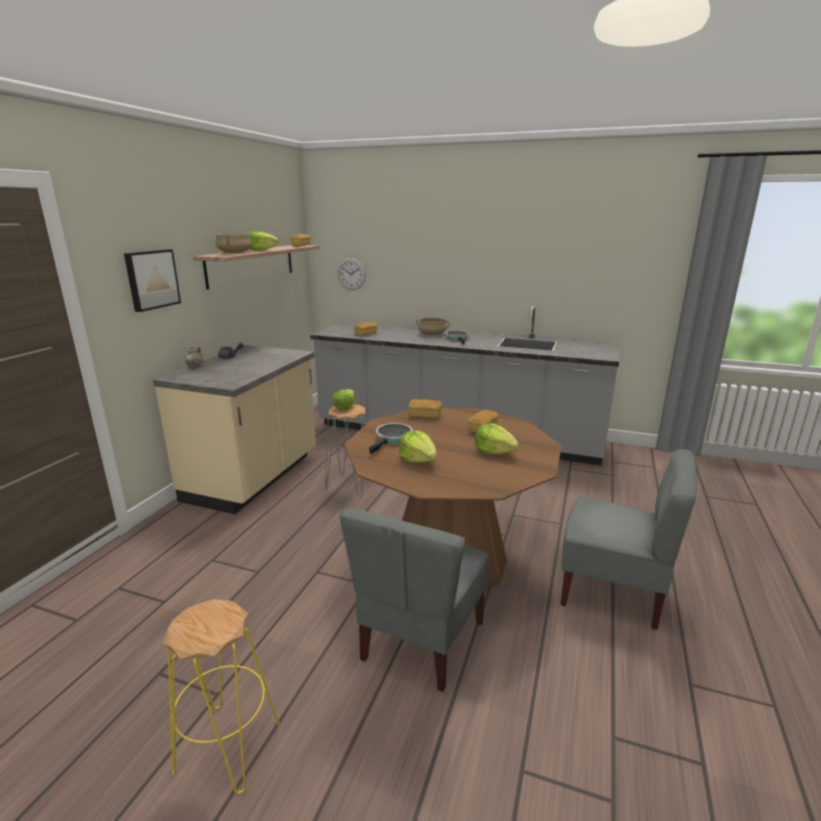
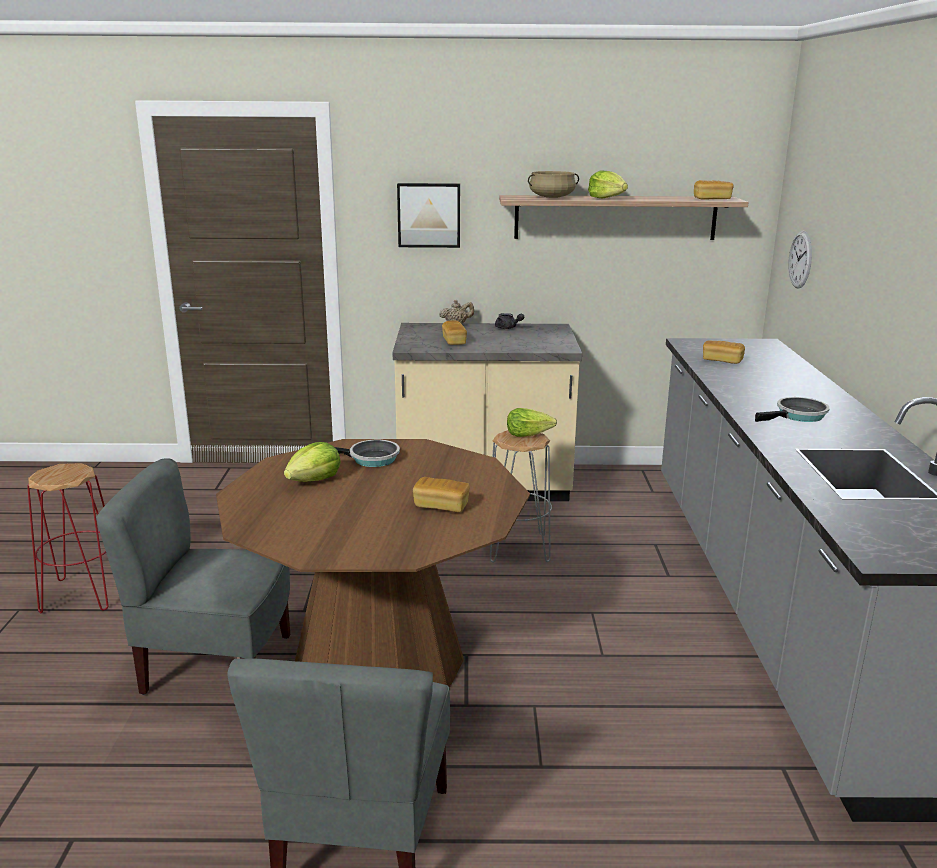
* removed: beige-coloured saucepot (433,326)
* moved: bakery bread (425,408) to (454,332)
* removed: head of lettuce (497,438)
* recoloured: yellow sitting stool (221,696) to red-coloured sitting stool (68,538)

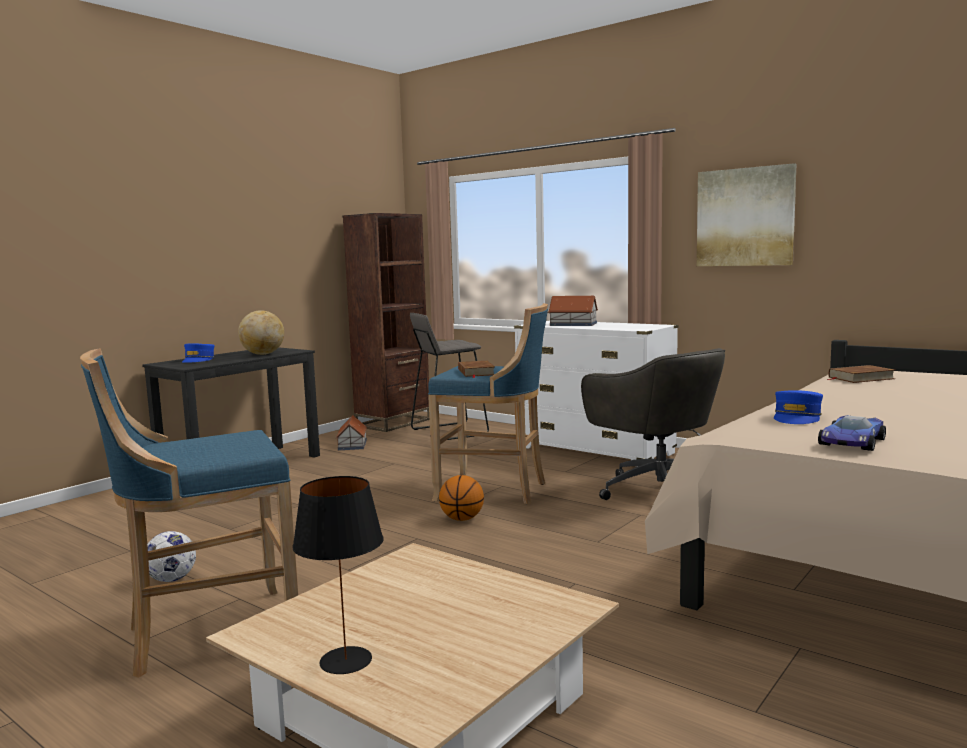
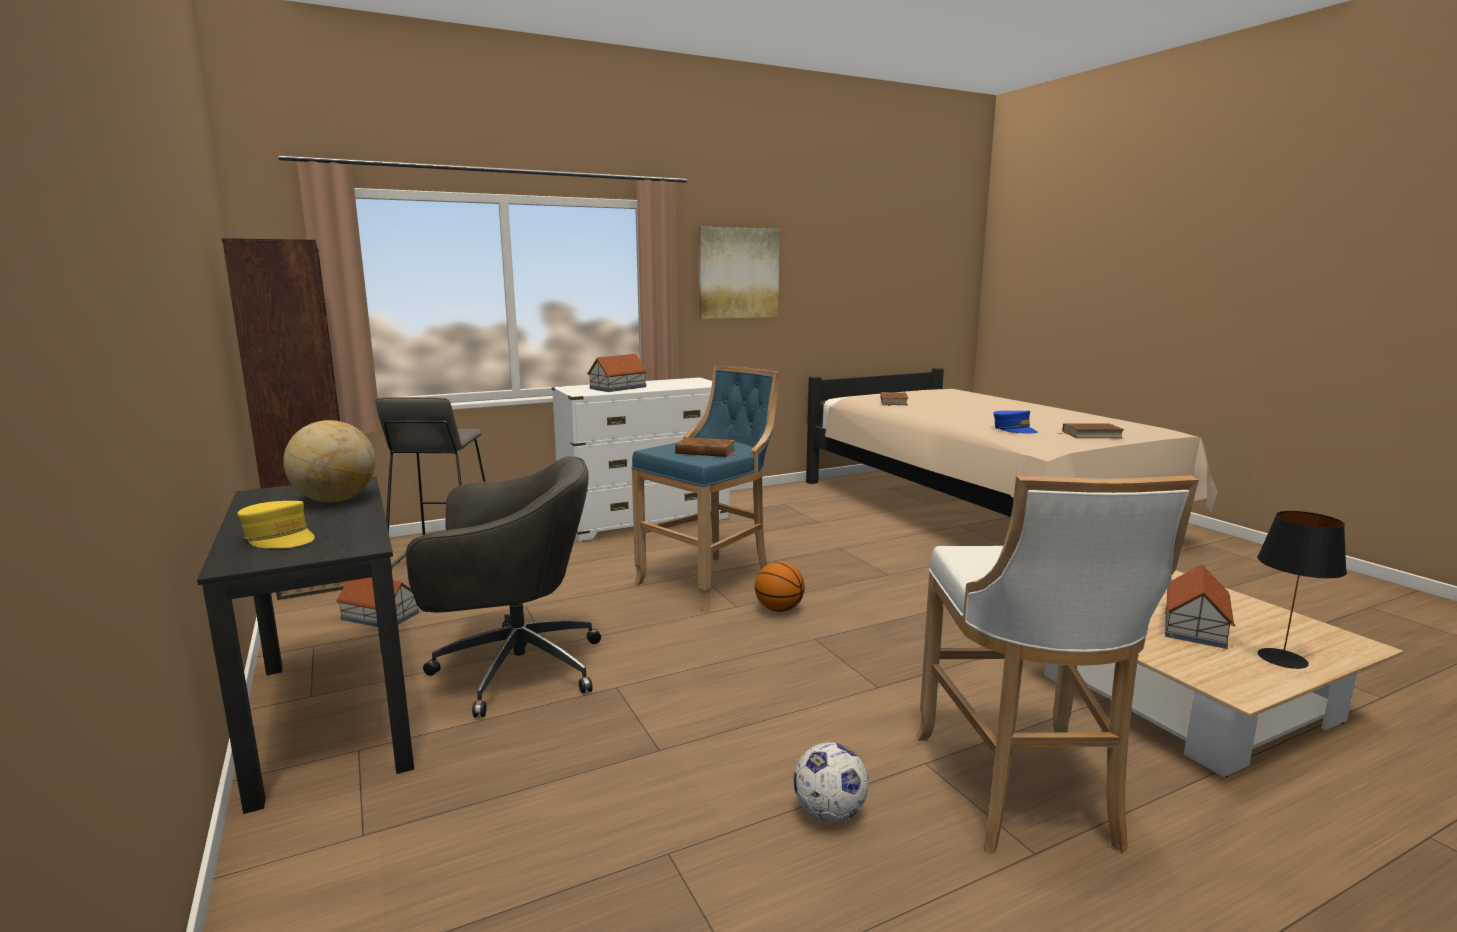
* recoloured: bluish baseball cap (198,353) to yellow baseball cap (276,524)
* recoloured: bluish sitting stool (189,513) to whitish sitting stool (1057,664)
* moved: greyish office chair (653,424) to (503,587)
* replaced: model car (852,433) to brown bound book (1091,430)
* added: model house (1200,606)

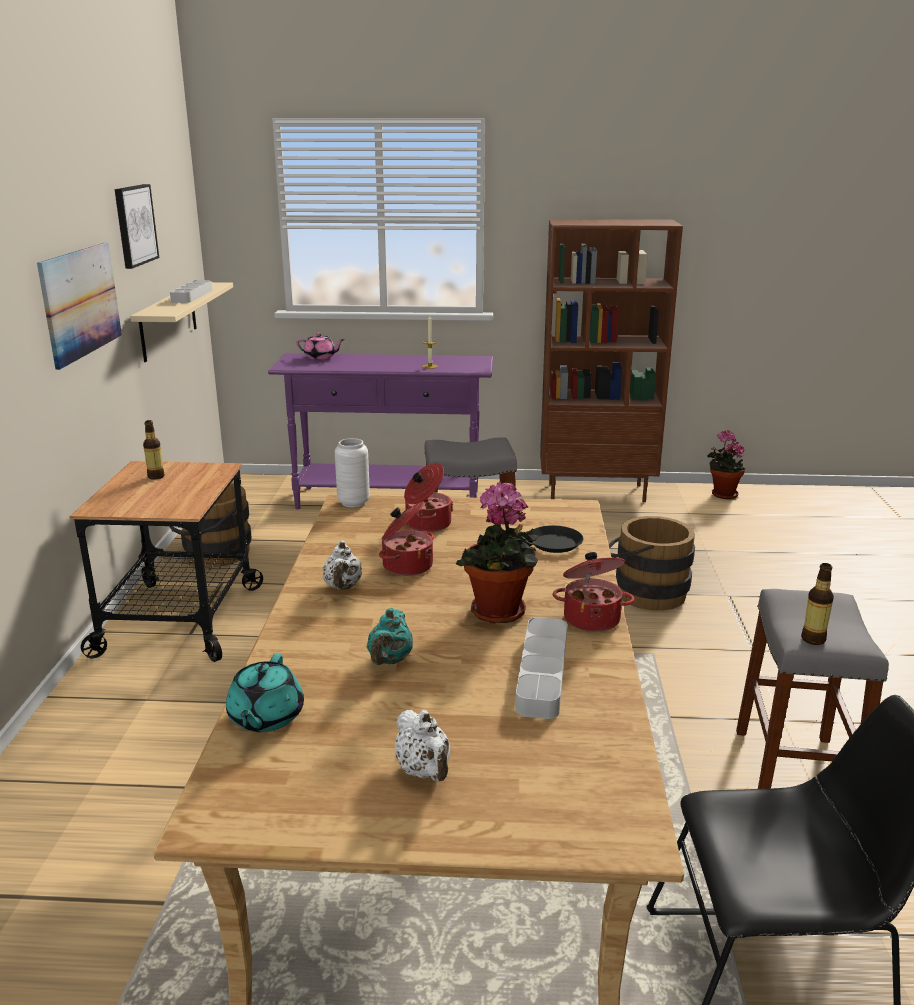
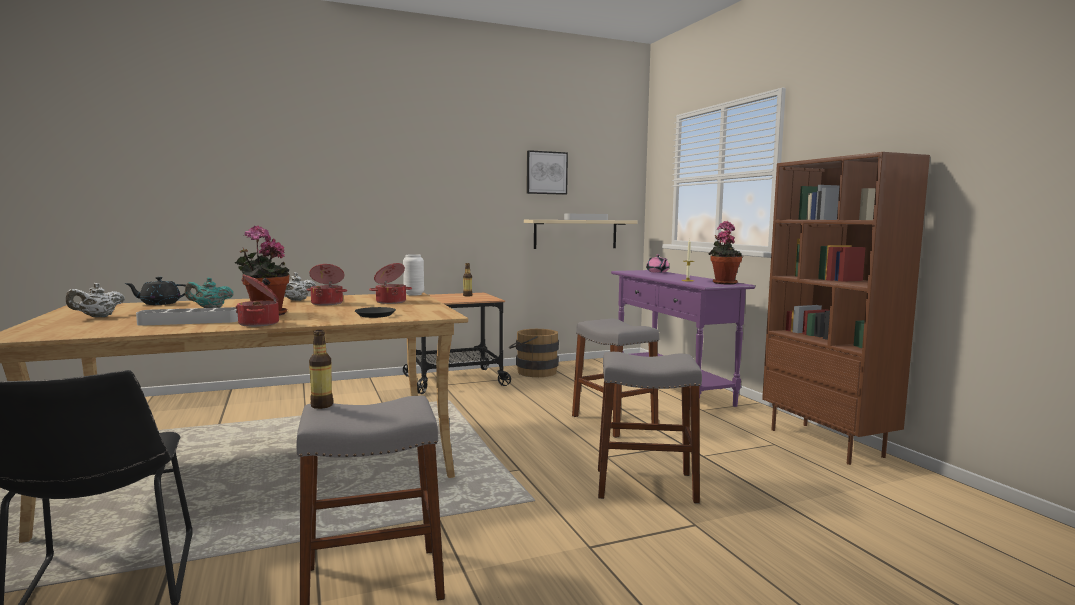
* removed: wall picture (79,306)
* moved: houseplant (725,464) to (725,252)
* replaced: brown bucket (652,563) to greyish sitting stool (650,428)
* recoloured: turquoise teapot (265,692) to black teapot (155,291)

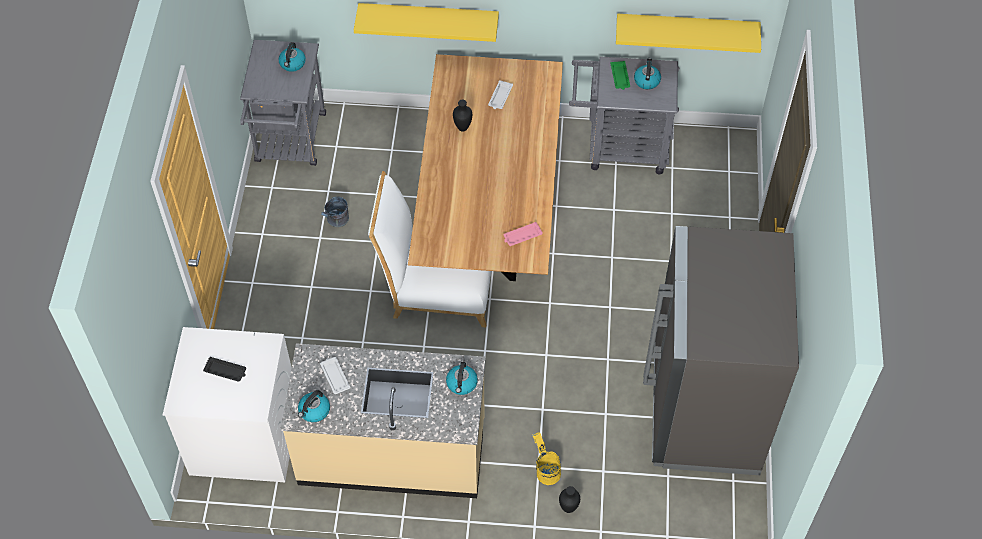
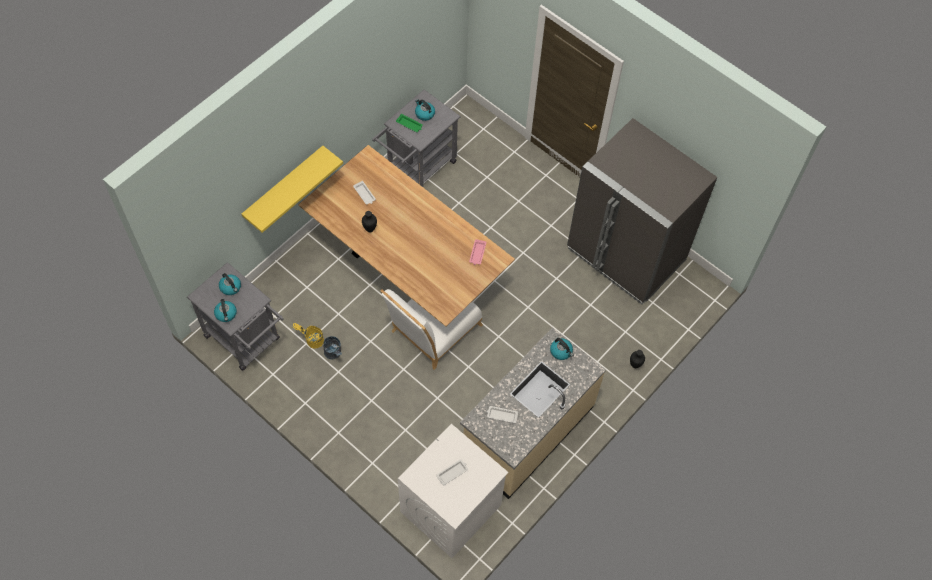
* removed: yellow wall shelf (688,33)
* recoloured: black serving tray (224,369) to whitish serving tray (452,472)
* moved: kettle (314,406) to (225,310)
* moved: yellow bucket (546,458) to (308,336)

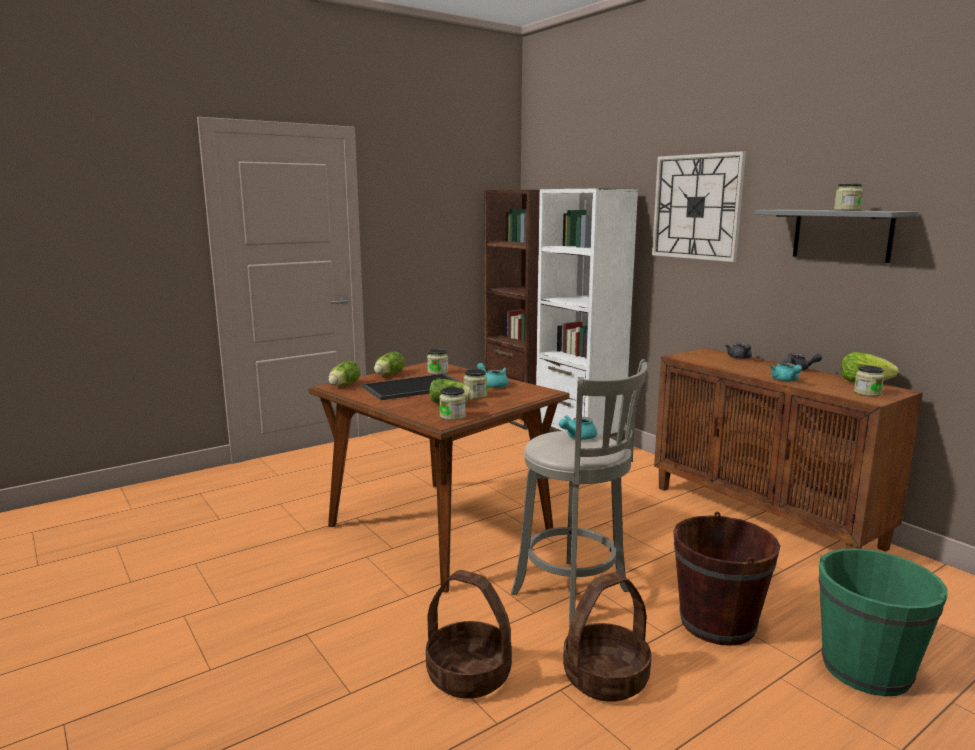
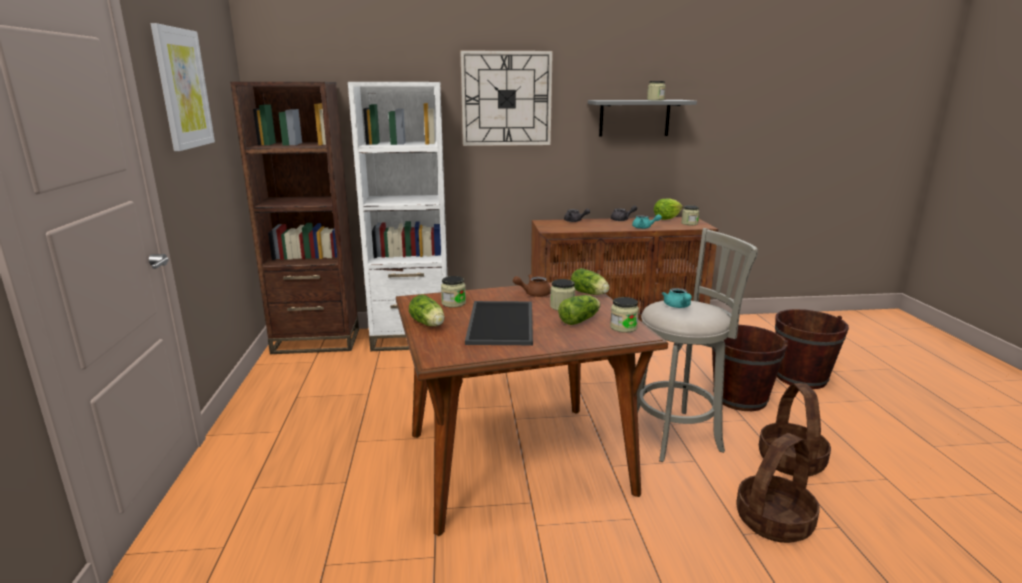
* moved: head of lettuce (344,373) to (590,281)
* recoloured: turquoise teapot (493,375) to brown teapot (532,285)
* recoloured: green-coloured bucket (883,622) to brown bucket (812,349)
* added: wall picture (183,87)

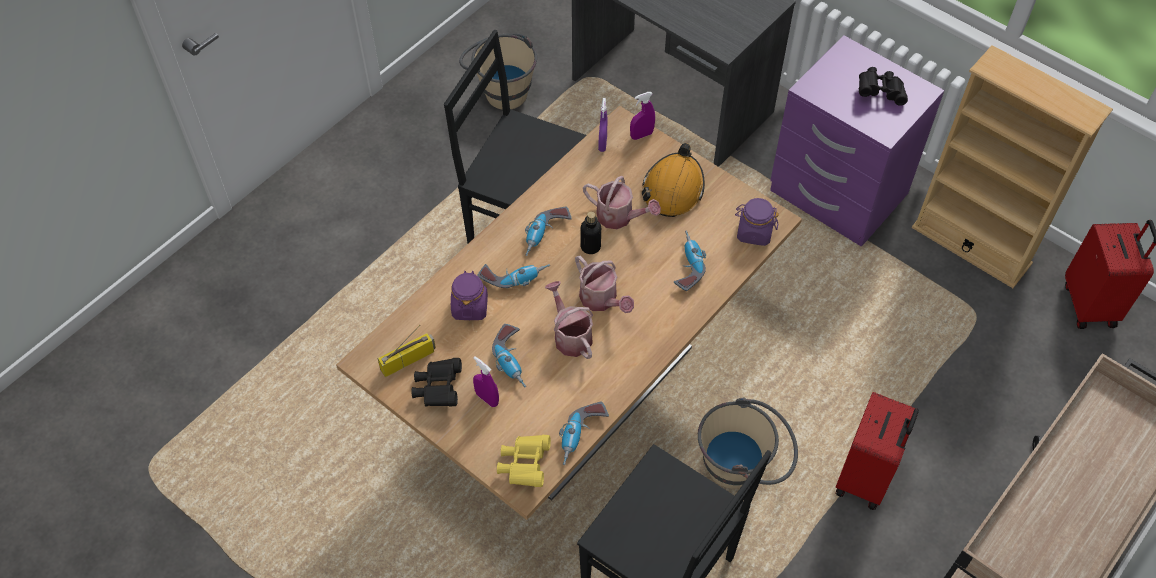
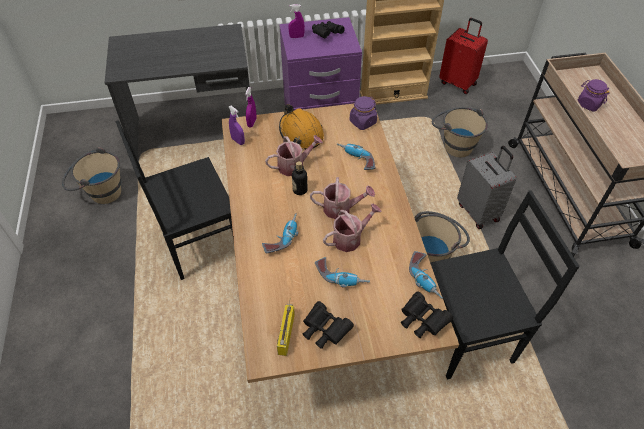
* removed: drill (548,231)
* moved: purple jar (469,295) to (593,95)
* turned: watering pot (569,320) = (352,228) 135 degrees clockwise
* moved: purple spray bottle (486,381) to (296,21)
* recoloured: red-coloured suitcase (877,451) to greyish suitcase (486,187)
* recoloured: yellow binoculars (524,461) to black binoculars (427,314)
* added: beige-coloured bucket (460,132)

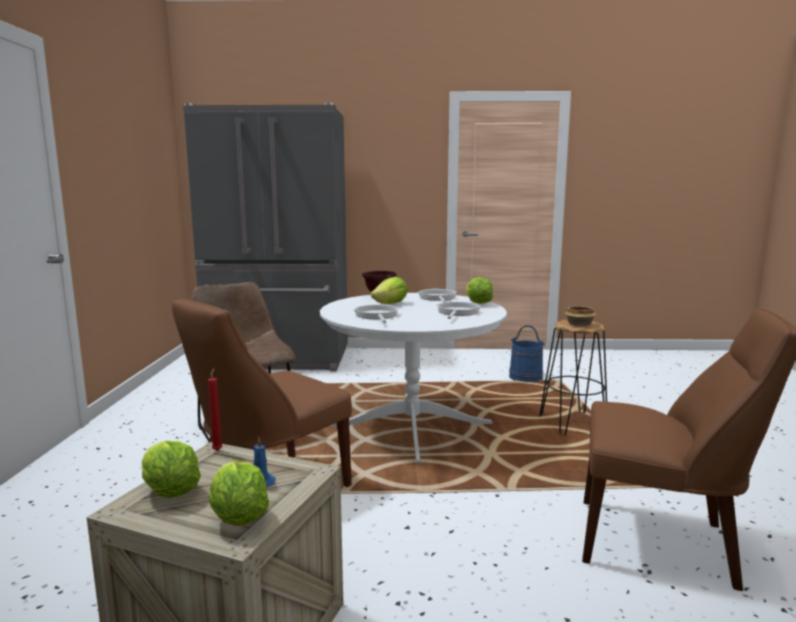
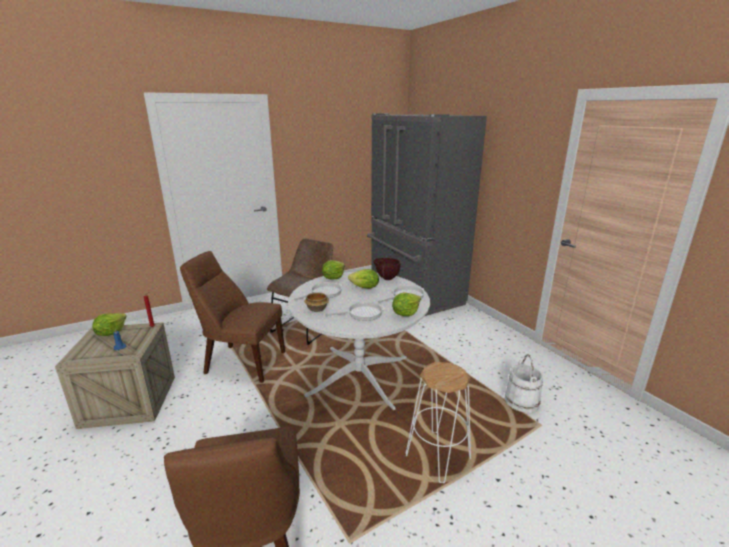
* moved: deep dish (580,316) to (316,302)
* recoloured: black sitting stool (573,377) to whitish sitting stool (438,422)
* recoloured: bluish bucket (527,353) to whitish bucket (524,384)
* moved: head of lettuce (239,493) to (333,270)

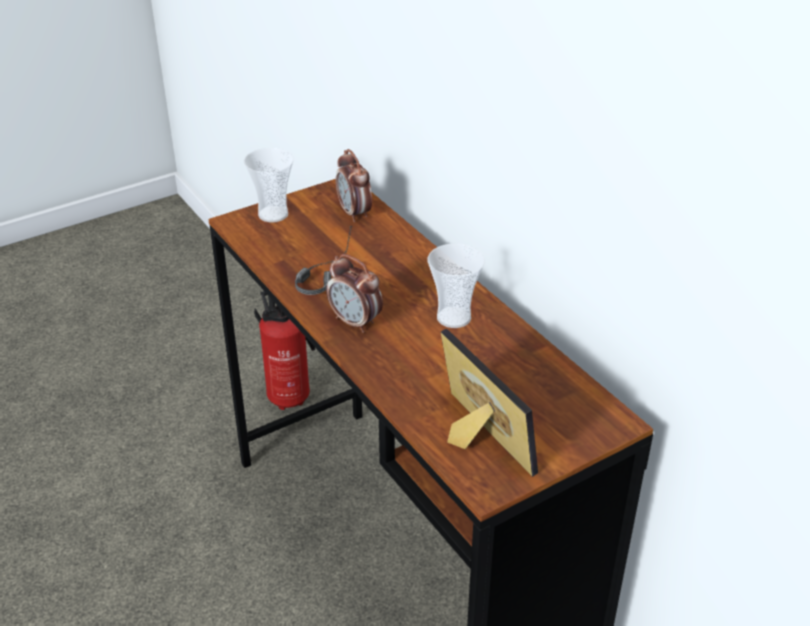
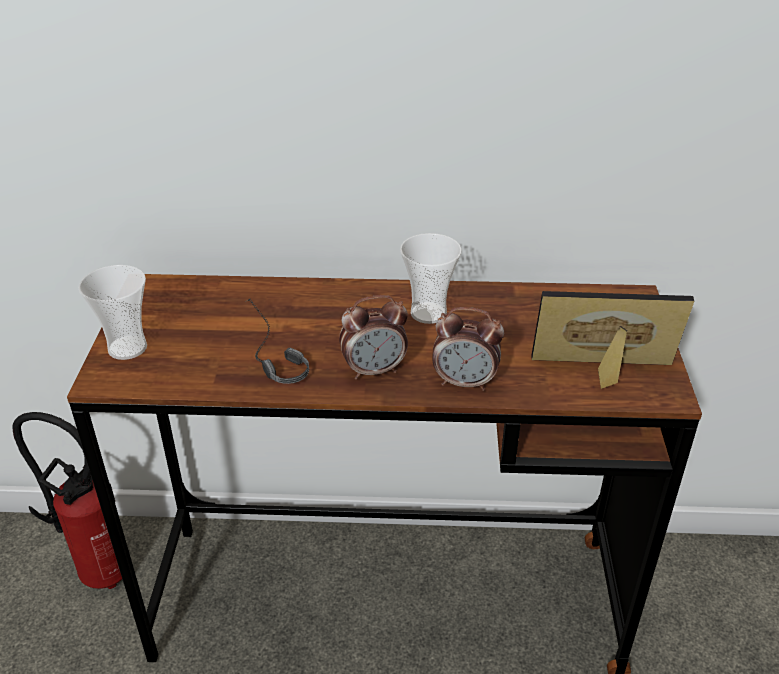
* moved: bedside clock (353,185) to (468,349)

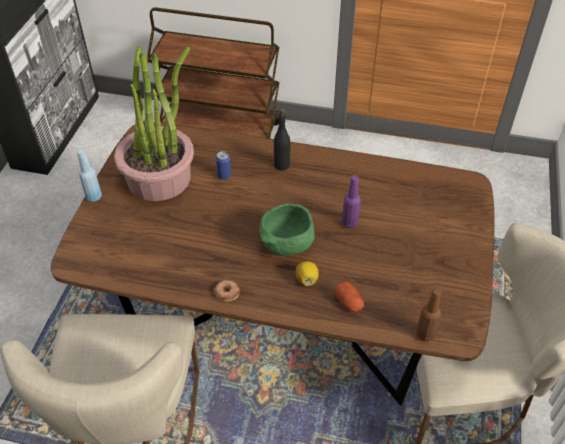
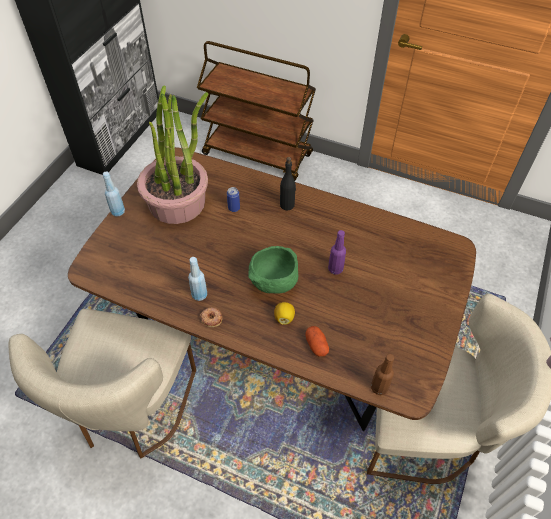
* added: bluish bottle (197,279)

